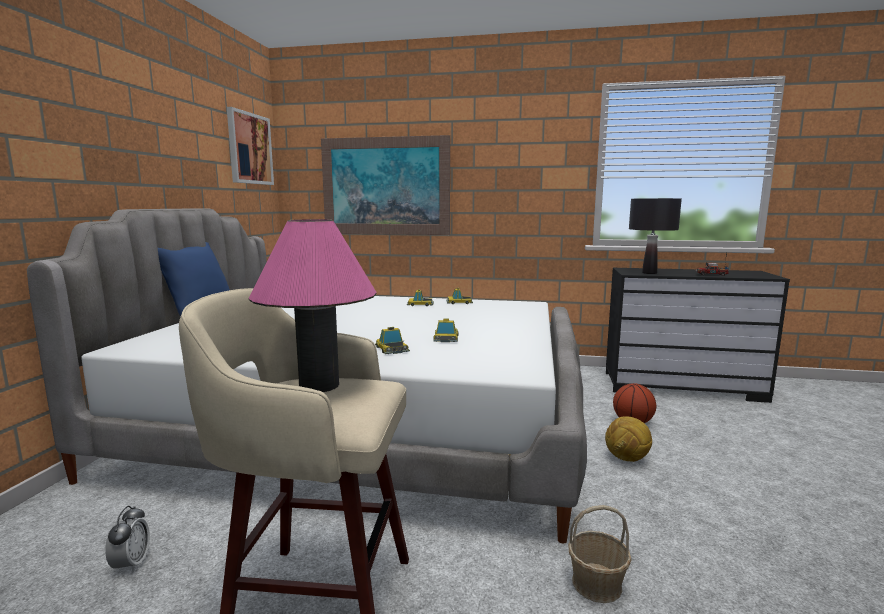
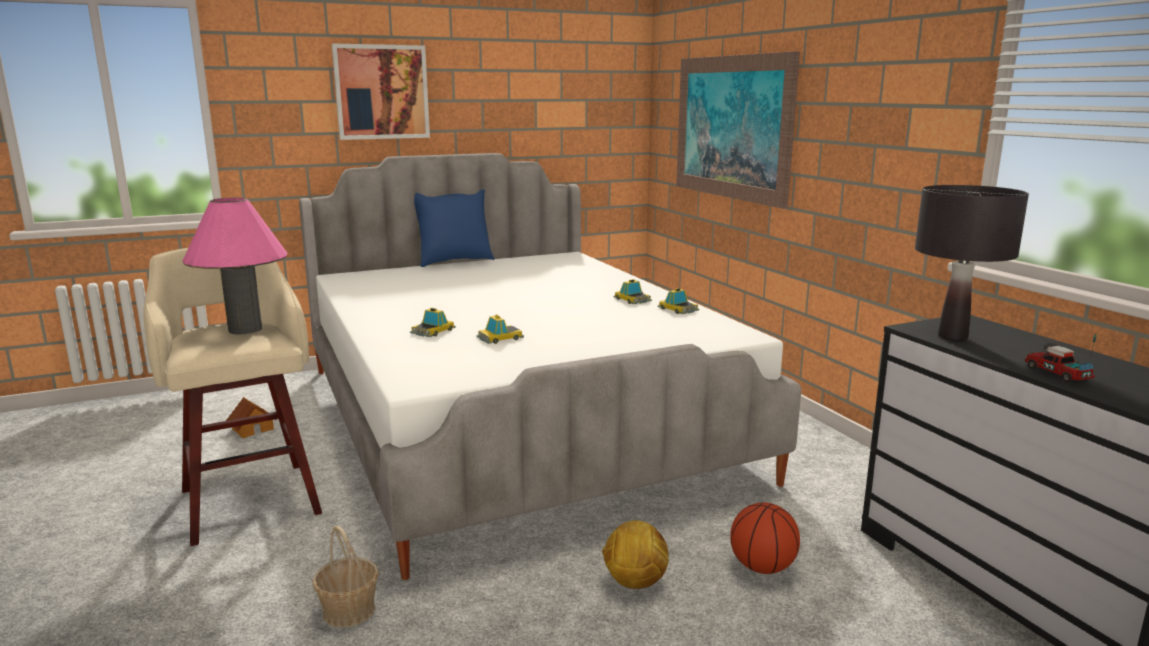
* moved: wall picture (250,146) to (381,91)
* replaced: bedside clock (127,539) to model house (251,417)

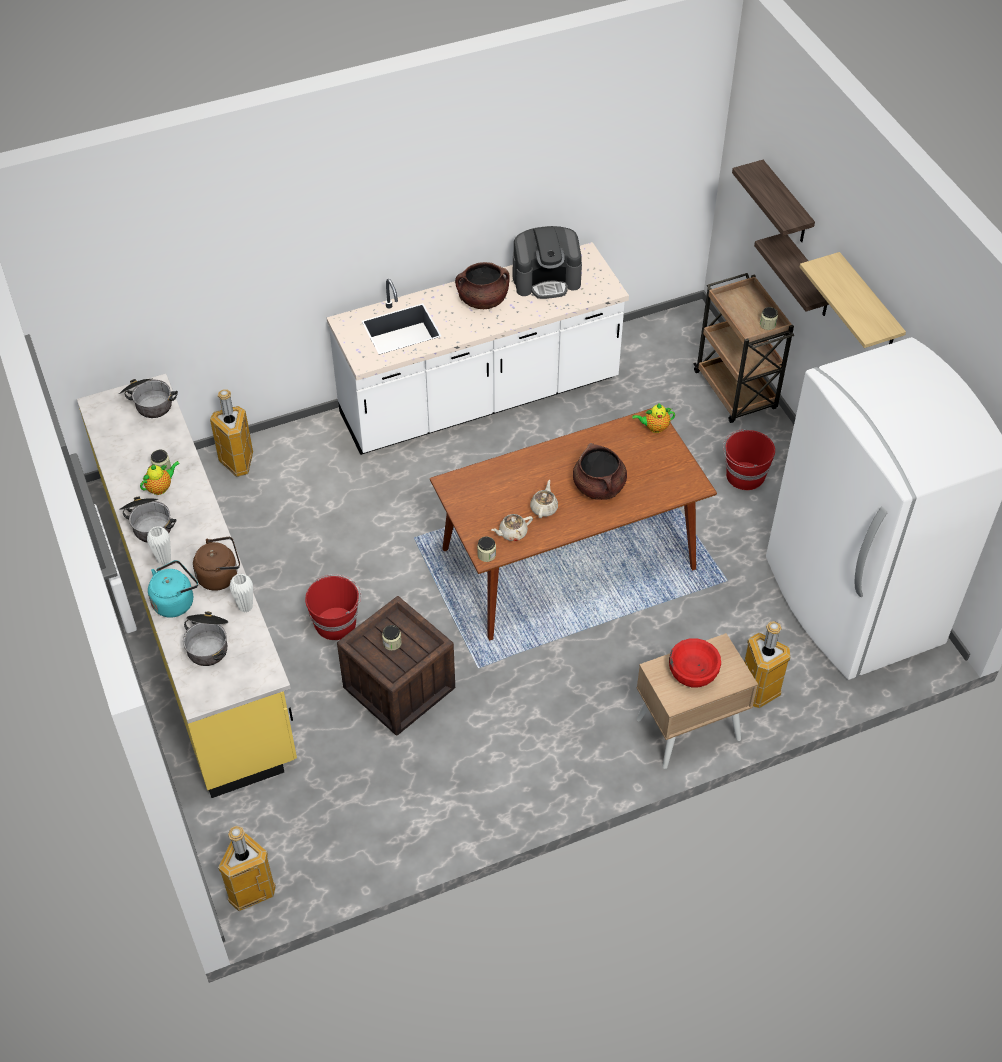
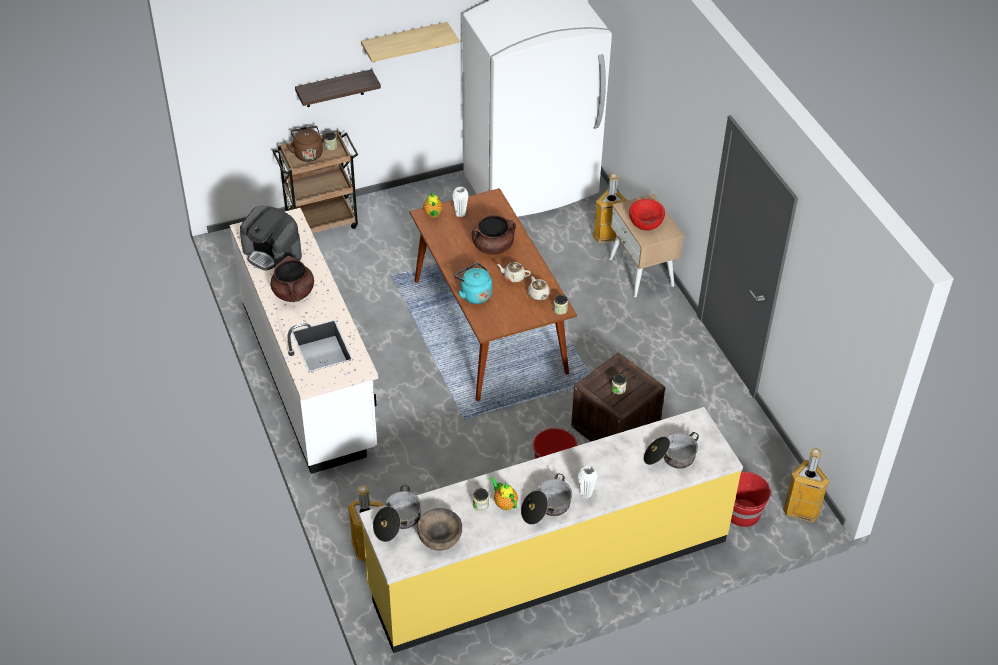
* removed: wall shelf (773,201)
* turned: coffee maker (547,262) = (271,238) 135 degrees clockwise
* moved: red-coloured bucket (749,459) to (751,499)
* moved: brown kettle (216,564) to (305,144)
* moved: turquoise kettle (173,589) to (473,283)
* moved: whitish vase (241,593) to (460,202)
* added: brown deep dish (439,529)

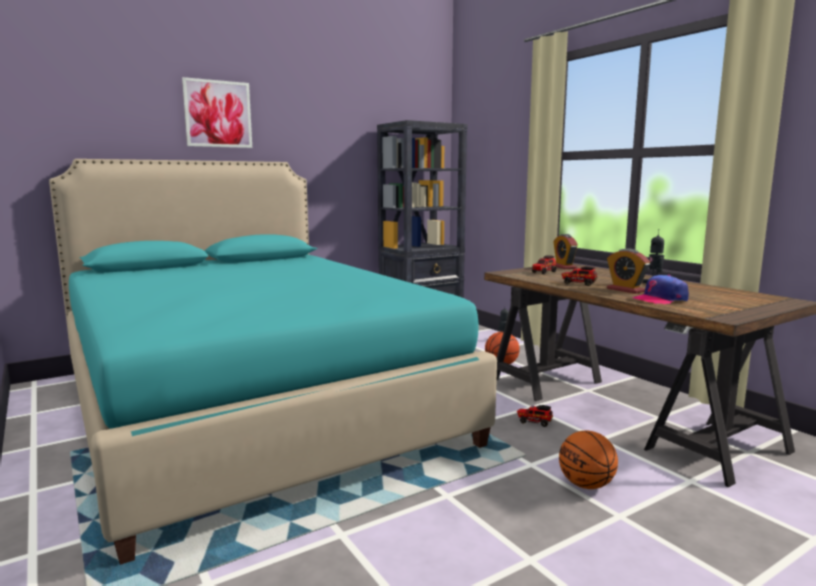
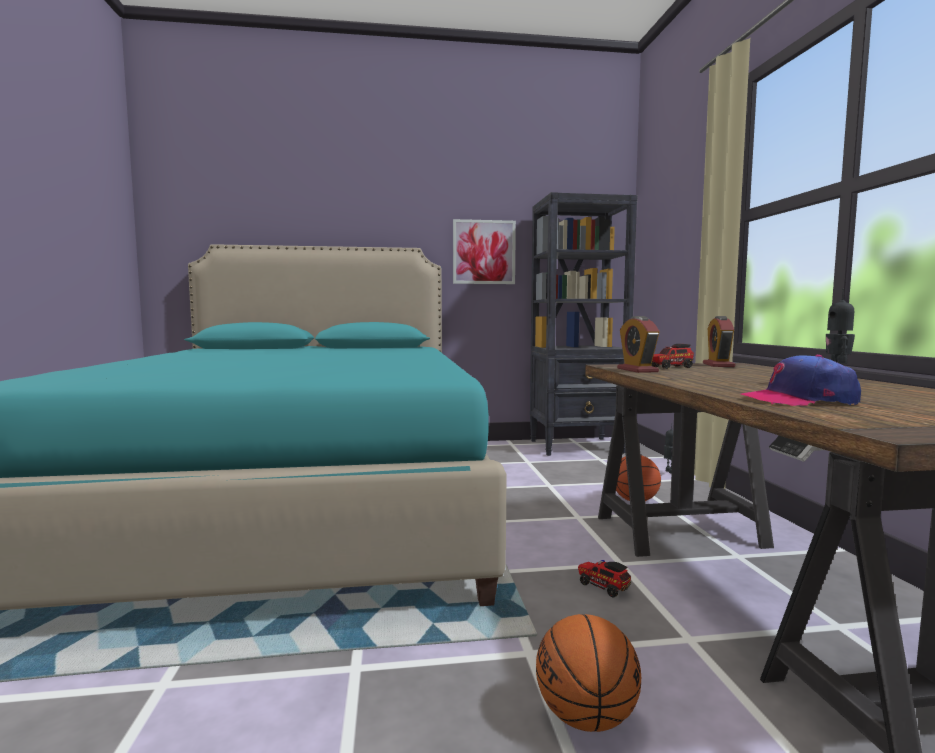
* moved: wall picture (217,112) to (484,251)
* moved: bedside clock (628,271) to (638,344)
* removed: model truck (580,276)

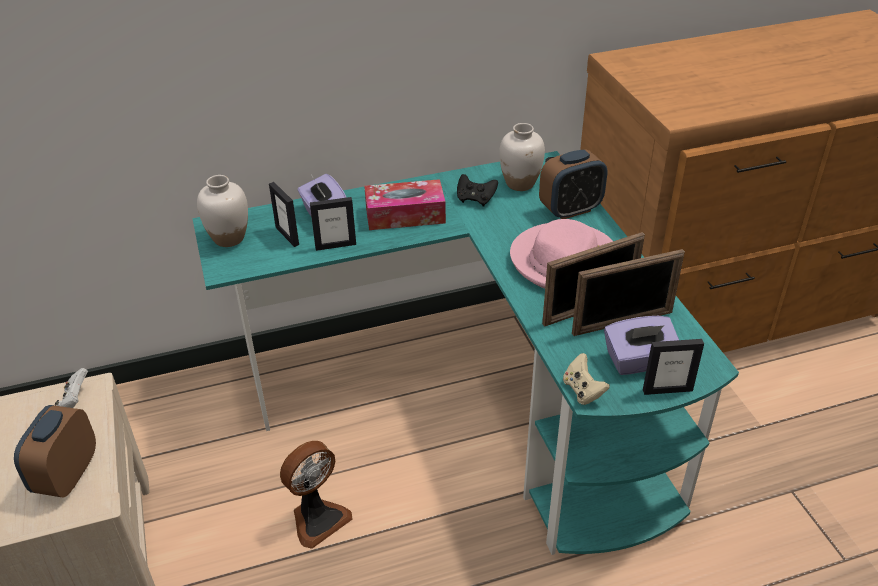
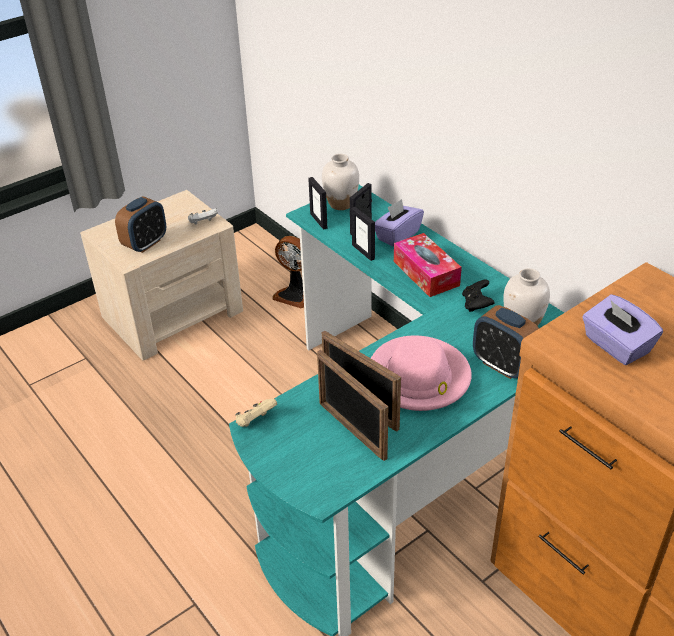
* moved: purple tissue holder (641,345) to (622,329)
* moved: standing frame (673,367) to (317,203)
* turned: bedside clock (55,451) = (140,225) 135 degrees clockwise
* moved: fan (316,495) to (288,272)

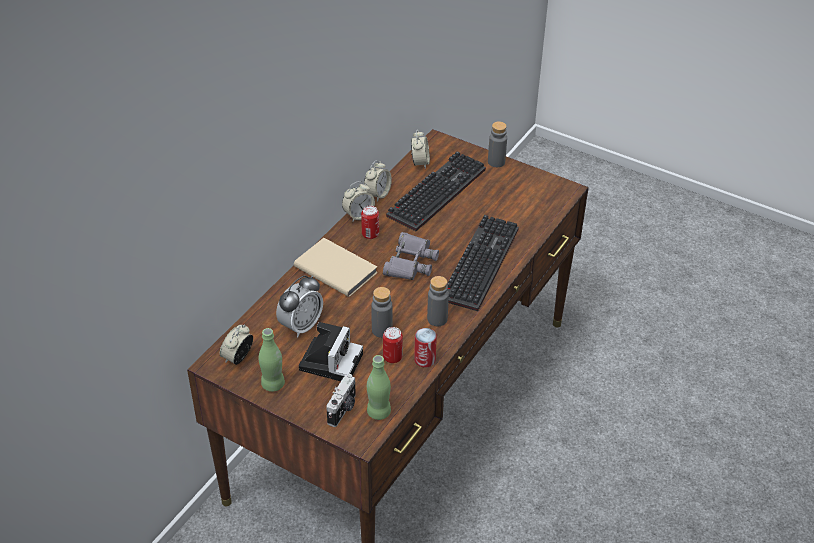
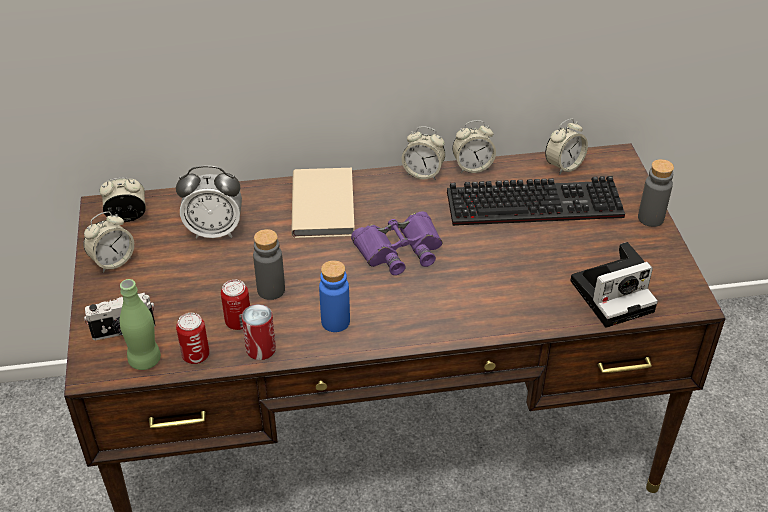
* moved: can (370,222) to (192,338)
* removed: PC keyboard (483,263)
* recoloured: greyish binoculars (411,256) to purple binoculars (397,243)
* recoloured: greyish bottle (438,301) to bluish bottle (334,296)
* moved: still camera (331,351) to (614,285)
* replaced: green-coloured bottle (272,360) to bedside clock (109,242)

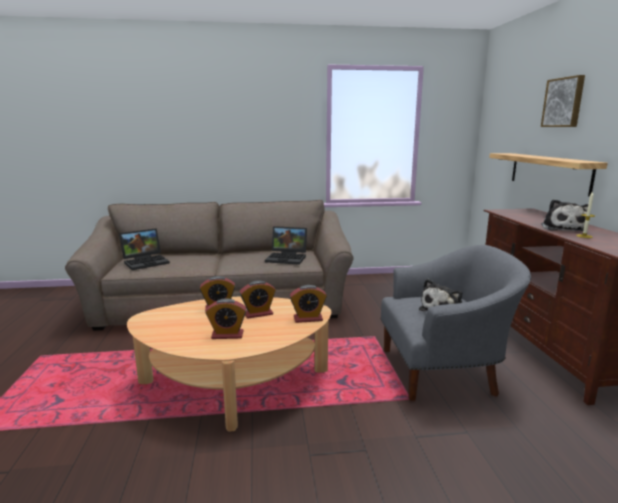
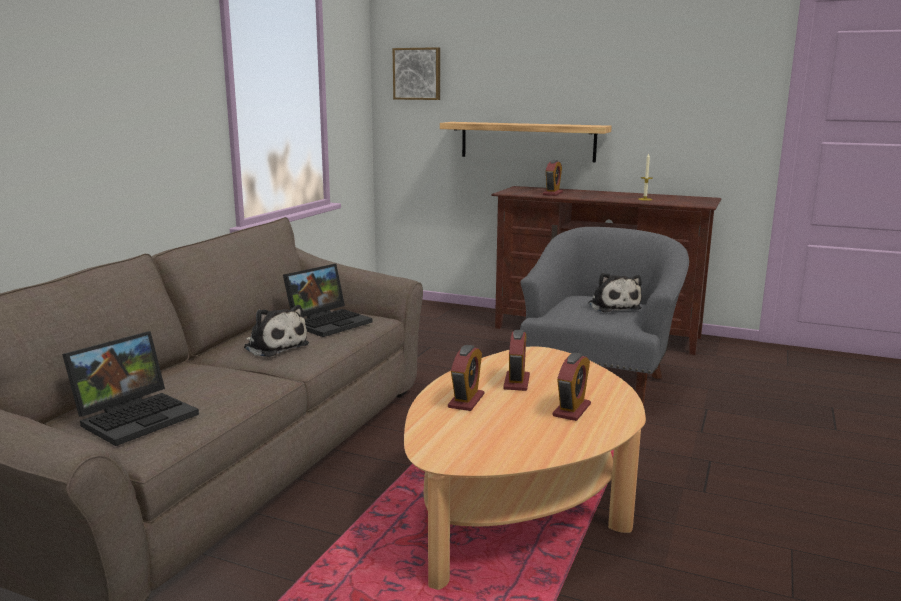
* moved: wall picture (563,101) to (416,73)
* moved: cuddly toy (565,215) to (276,331)
* turned: notebook computer (144,249) = (130,388) 45 degrees clockwise
* moved: bedside clock (308,304) to (553,178)

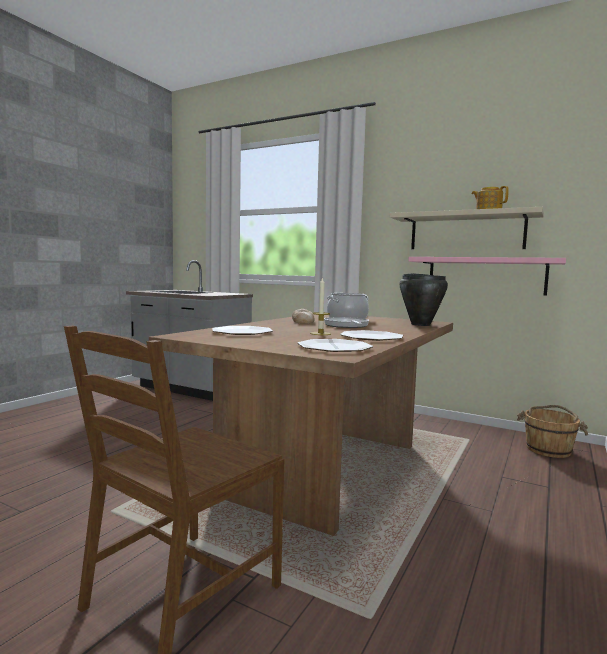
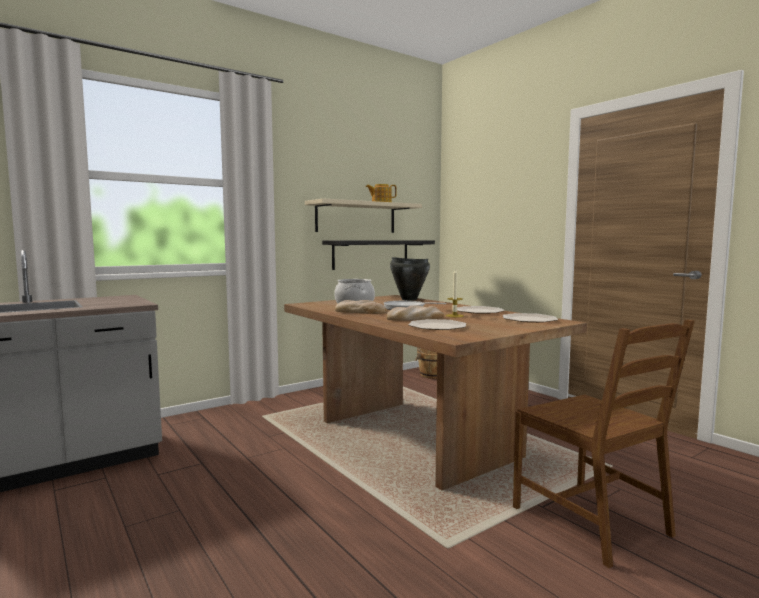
* recoloured: pinkish wall shelf (487,276) to black wall shelf (378,255)
* added: bakery bread (415,313)

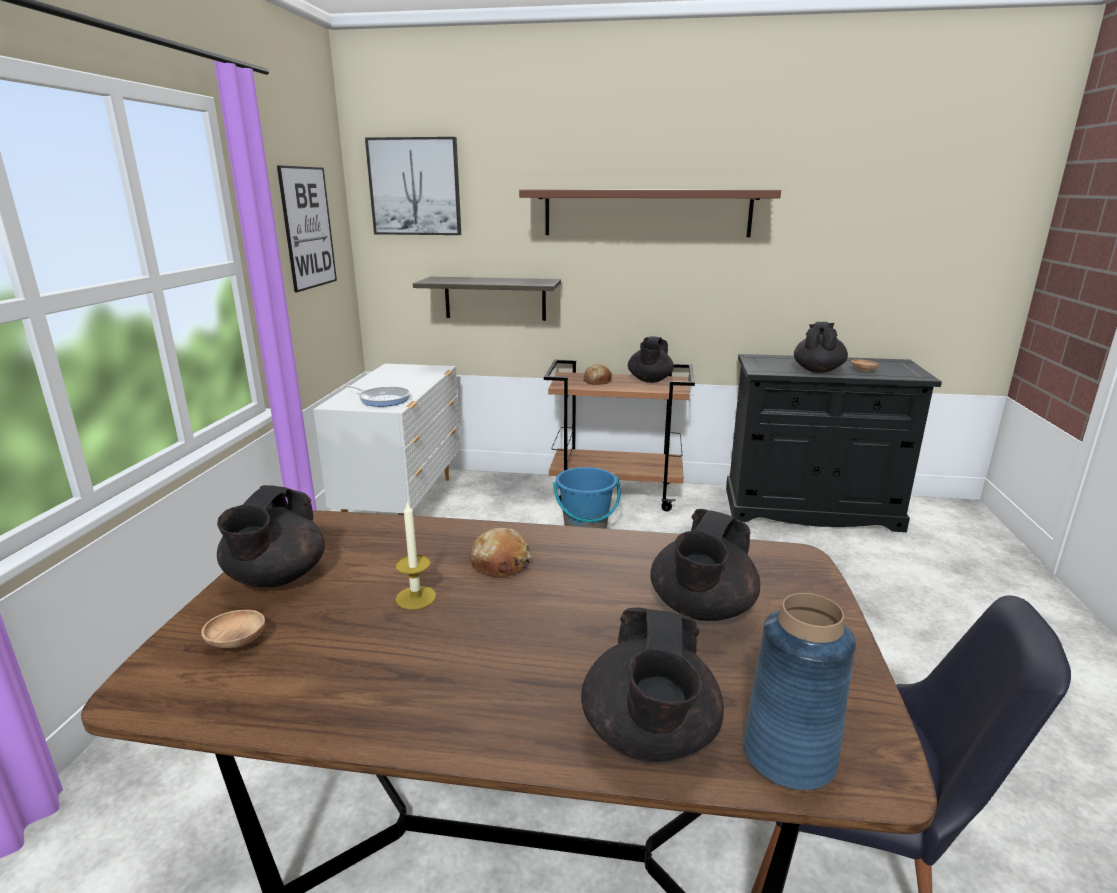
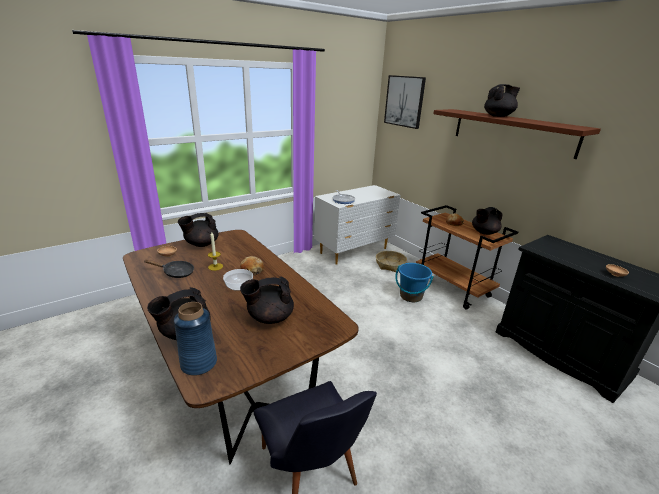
* removed: wall picture (307,228)
* removed: wall shelf (487,299)
* moved: black teapot (821,347) to (502,100)
* added: storage basket (391,261)
* added: black skillet (169,269)
* added: deep dish (238,280)

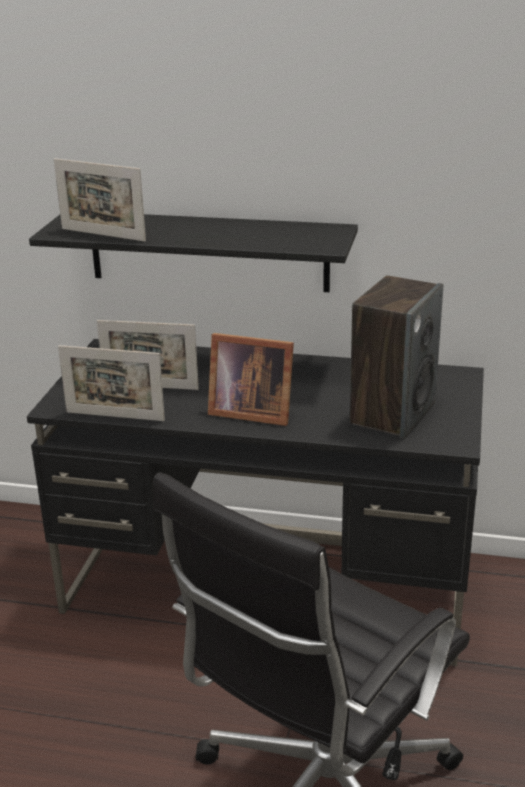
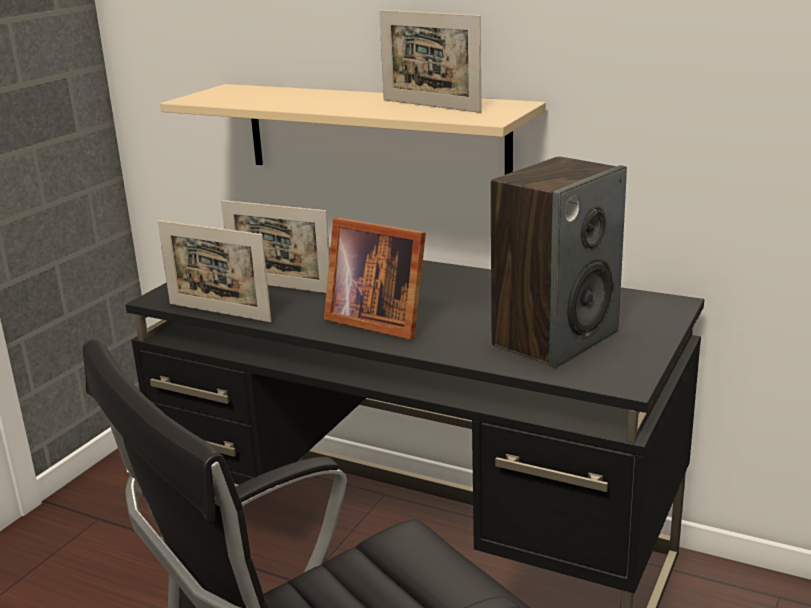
* moved: standing frame (100,199) to (430,61)
* recoloured: black wall shelf (193,253) to beige-coloured wall shelf (353,129)

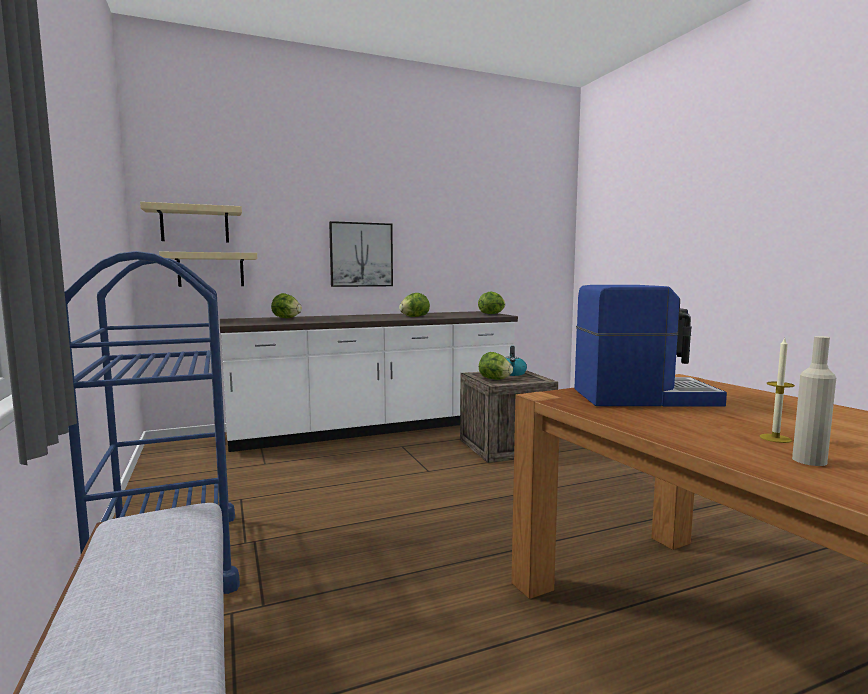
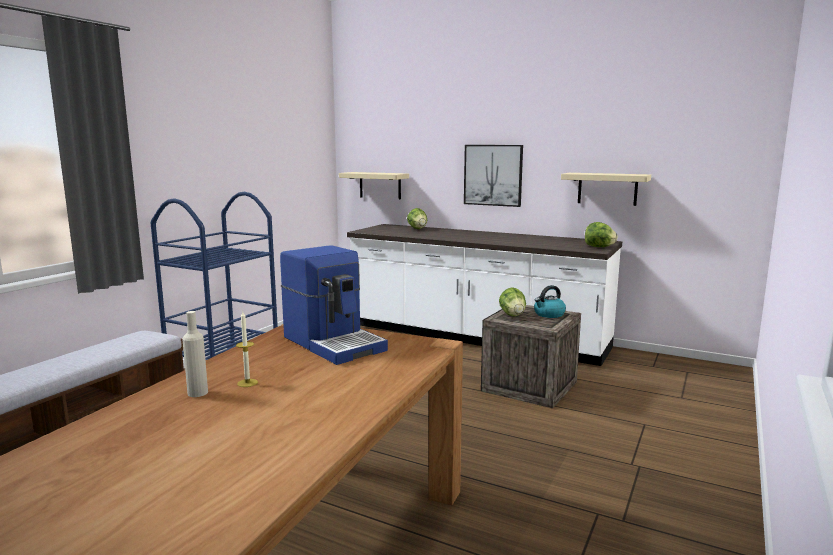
* moved: beige-coloured wall shelf (191,222) to (606,189)
* removed: head of lettuce (414,305)

